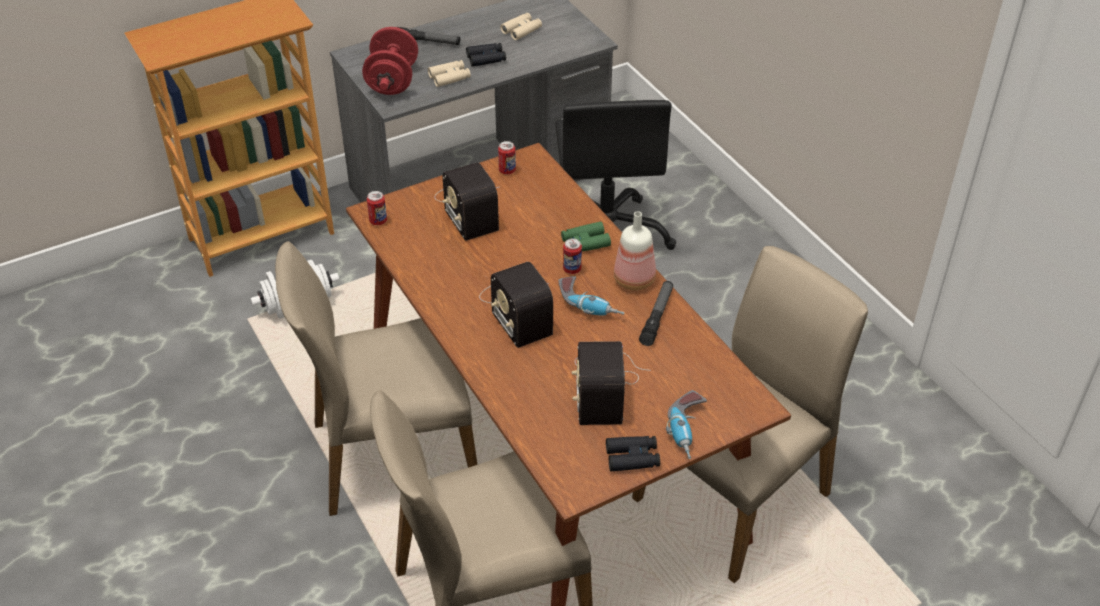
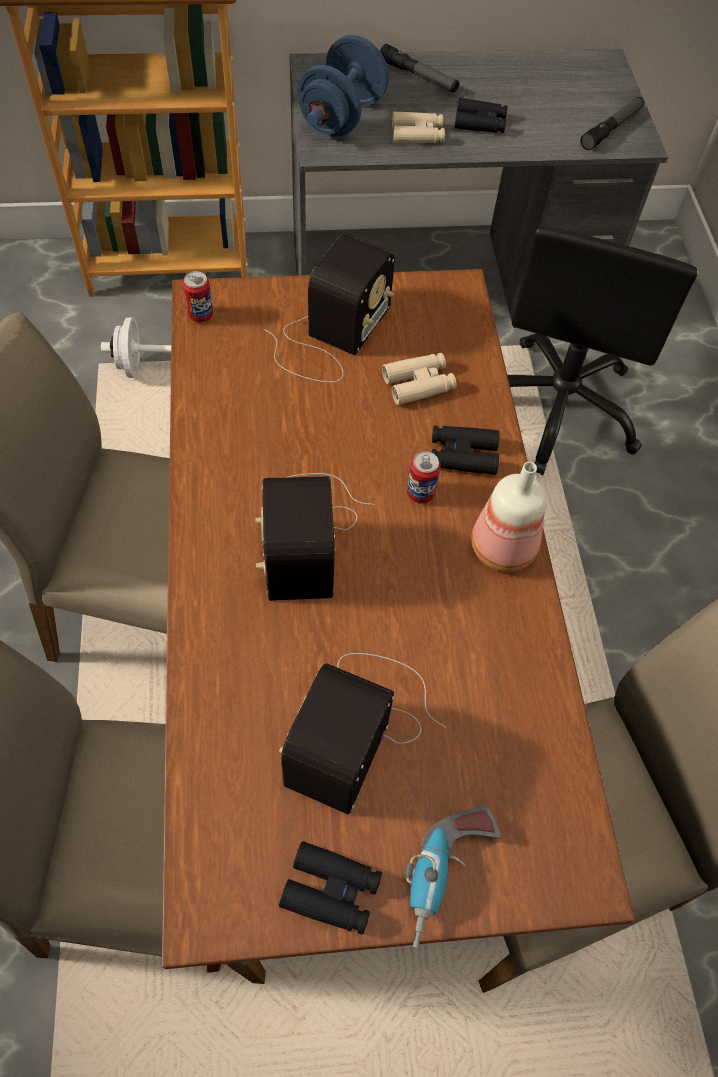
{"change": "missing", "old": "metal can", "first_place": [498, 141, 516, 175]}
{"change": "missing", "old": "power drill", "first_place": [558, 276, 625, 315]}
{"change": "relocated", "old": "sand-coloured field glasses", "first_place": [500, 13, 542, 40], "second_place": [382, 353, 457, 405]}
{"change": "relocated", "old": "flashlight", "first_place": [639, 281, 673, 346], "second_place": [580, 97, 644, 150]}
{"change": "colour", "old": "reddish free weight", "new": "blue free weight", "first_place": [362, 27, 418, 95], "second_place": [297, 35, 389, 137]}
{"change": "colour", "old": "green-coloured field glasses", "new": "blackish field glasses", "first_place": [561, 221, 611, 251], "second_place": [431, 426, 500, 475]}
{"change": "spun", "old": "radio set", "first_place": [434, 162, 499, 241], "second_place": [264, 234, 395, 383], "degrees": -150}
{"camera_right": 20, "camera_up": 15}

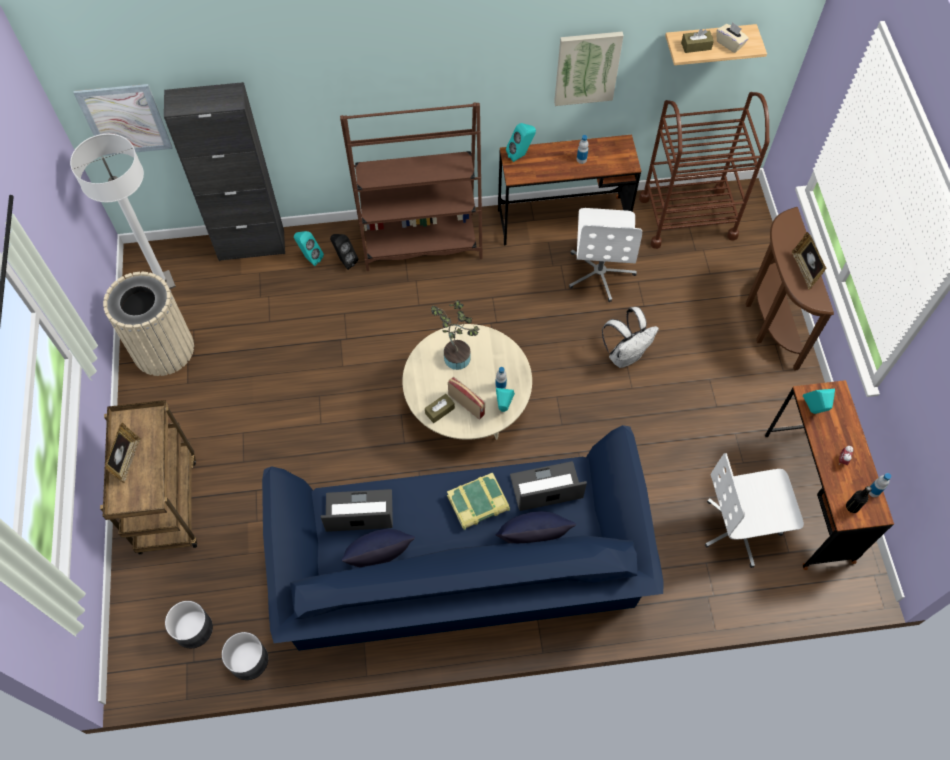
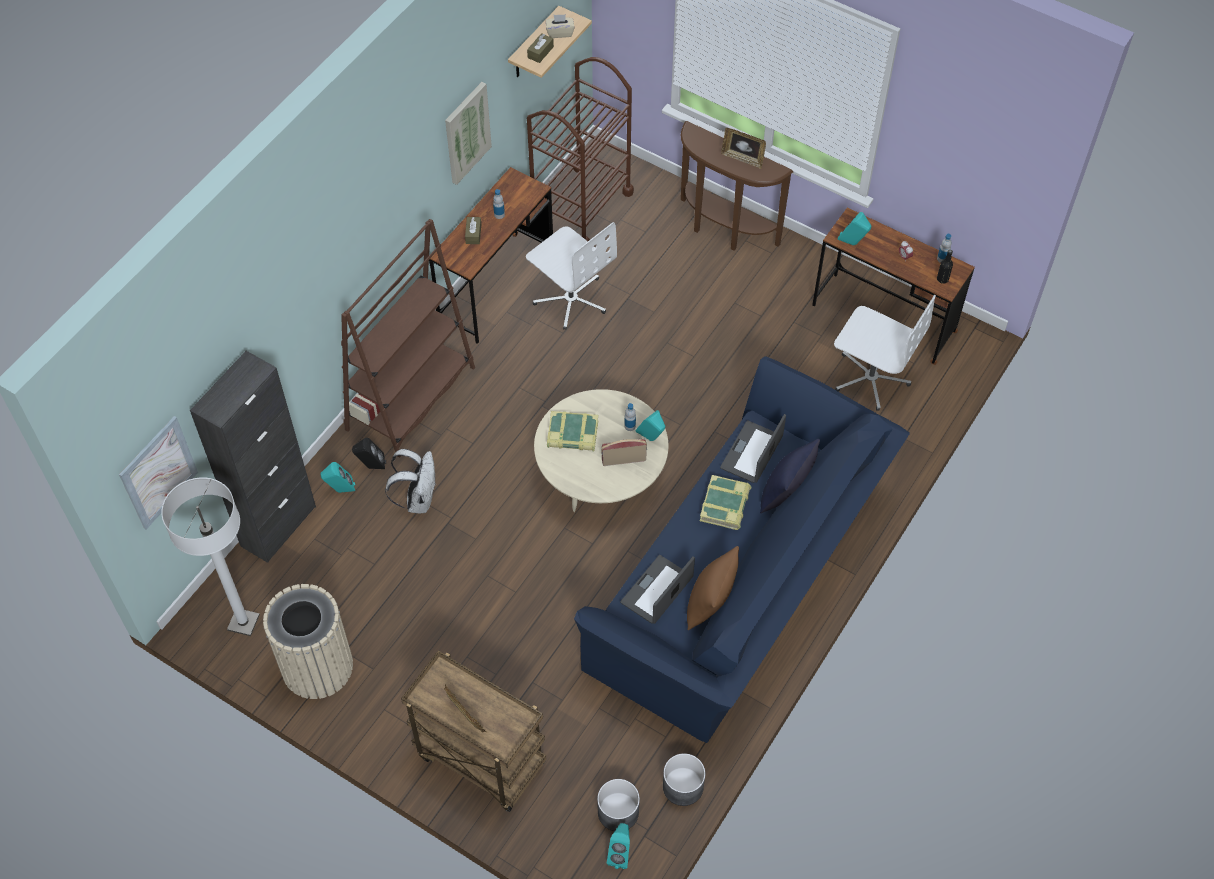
{"change": "relocated", "old": "brownish tissue box", "first_place": [425, 394, 455, 423], "second_place": [465, 217, 481, 244]}
{"change": "relocated", "old": "turquoise speaker", "first_place": [506, 123, 536, 162], "second_place": [607, 823, 630, 869]}
{"change": "relocated", "old": "whitish rucksack", "first_place": [602, 307, 659, 368], "second_place": [385, 449, 436, 513]}
{"change": "exchanged", "old": "potted plant", "new": "bound book", "first_place": [431, 300, 479, 370], "second_place": [547, 411, 599, 452]}
{"change": "colour", "old": "blue pillow", "new": "brownish pillow", "first_place": [342, 529, 415, 567], "second_place": [687, 546, 739, 630]}
{"change": "spun", "old": "whitish office chair", "first_place": [705, 453, 804, 568], "second_place": [834, 295, 936, 411], "degrees": -90}
{"camera_right": -50, "camera_up": -5}

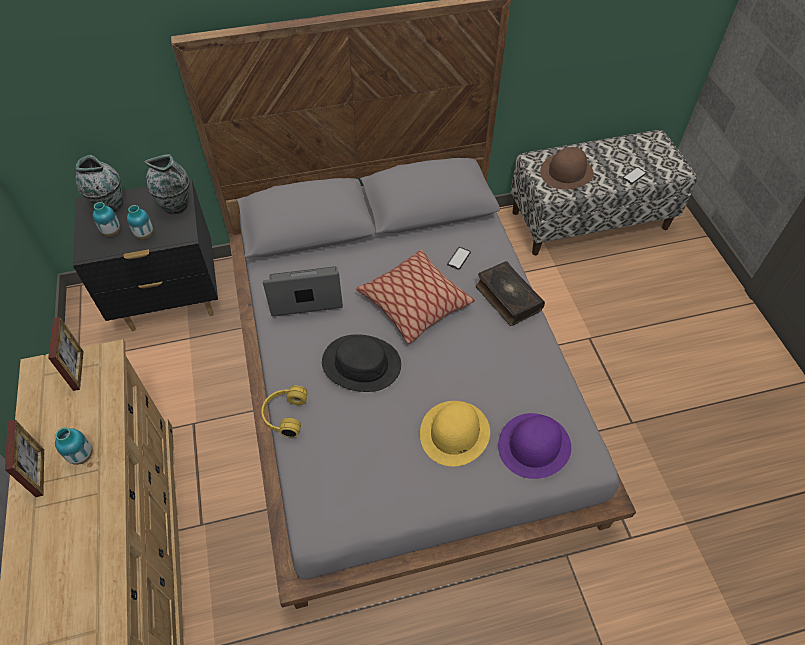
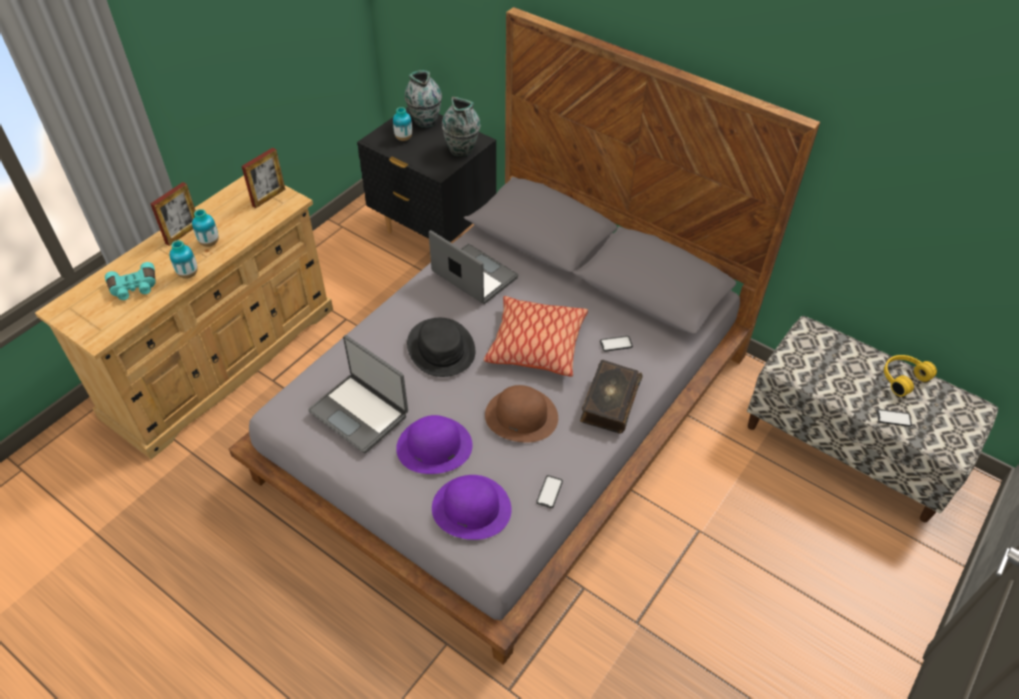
{"change": "appeared", "new": "turquoise field glasses", "second_place": [105, 262, 156, 300]}
{"change": "appeared", "new": "notebook computer", "second_place": [308, 335, 408, 453]}
{"change": "appeared", "new": "telephone", "second_place": [536, 475, 563, 508]}
{"change": "relocated", "old": "vase", "first_place": [127, 205, 153, 240], "second_place": [169, 240, 198, 279]}
{"change": "relocated", "old": "yellowish headset", "first_place": [261, 385, 307, 438], "second_place": [884, 355, 937, 397]}
{"change": "relocated", "old": "brownish clothing hat", "first_place": [540, 147, 594, 190], "second_place": [485, 385, 558, 443]}
{"change": "colour", "old": "yellowish clothing hat", "new": "purple-coloured clothing hat", "first_place": [420, 401, 490, 466], "second_place": [396, 415, 473, 474]}
{"camera_right": 50, "camera_up": -5}

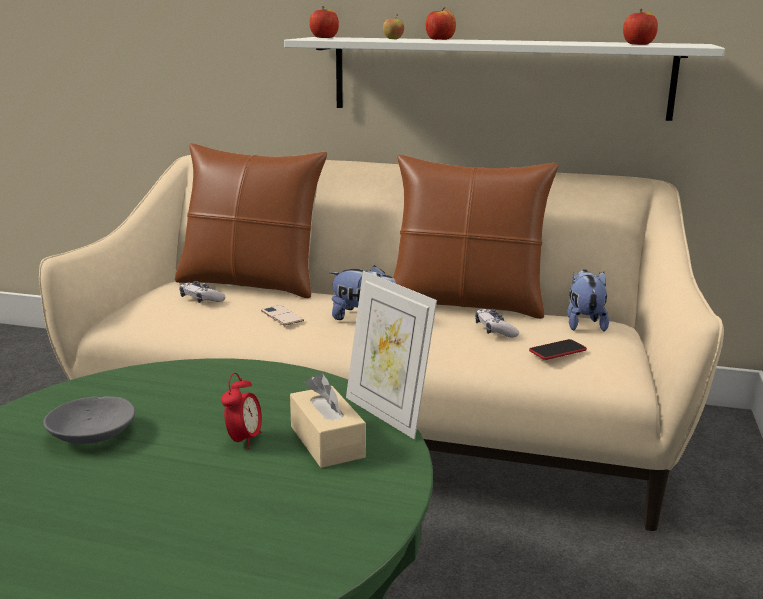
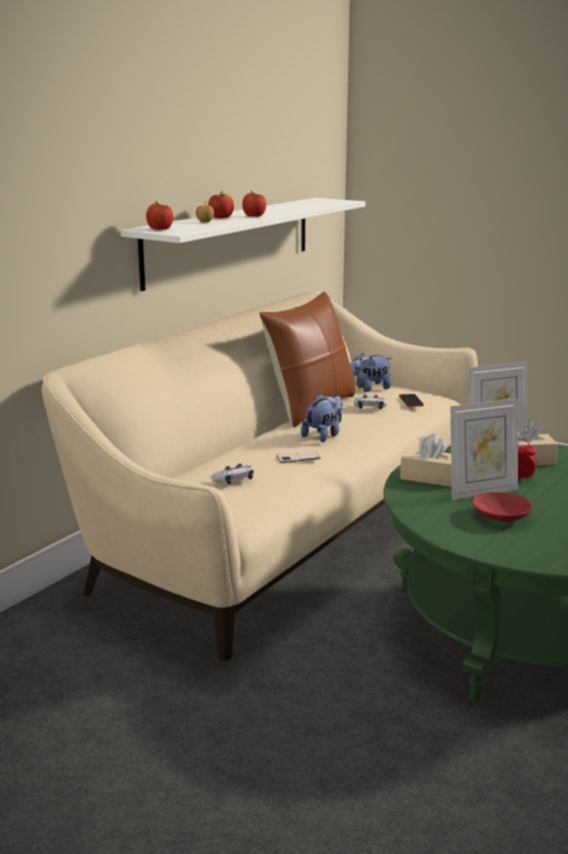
{"change": "missing", "old": "brownish pillow", "first_place": [175, 143, 327, 298]}
{"change": "appeared", "new": "sand-coloured tissue box", "second_place": [400, 434, 452, 487]}
{"change": "appeared", "new": "photo frame", "second_place": [450, 399, 518, 500]}
{"change": "relocated", "old": "apple", "first_place": [623, 9, 658, 45], "second_place": [242, 191, 266, 217]}
{"change": "colour", "old": "grey serving bowl", "new": "reddish serving bowl", "first_place": [43, 396, 135, 444], "second_place": [472, 492, 533, 522]}
{"change": "spun", "old": "plush toy", "first_place": [567, 269, 609, 331], "second_place": [350, 353, 392, 392], "degrees": -45}
{"camera_right": -70, "camera_up": 0}

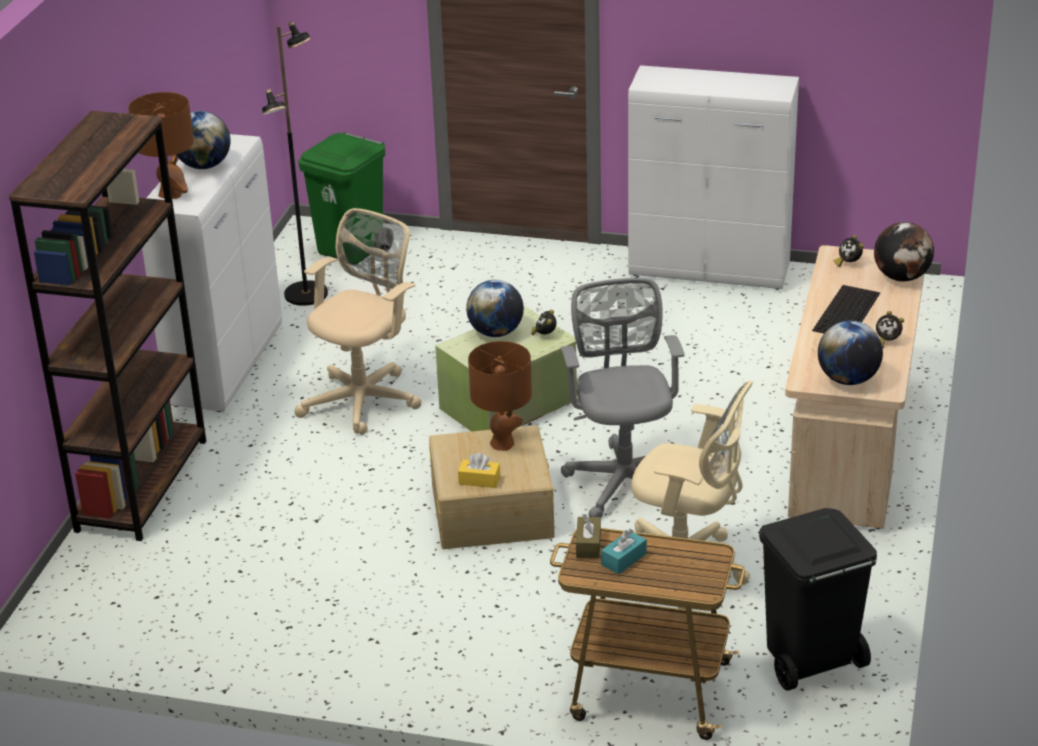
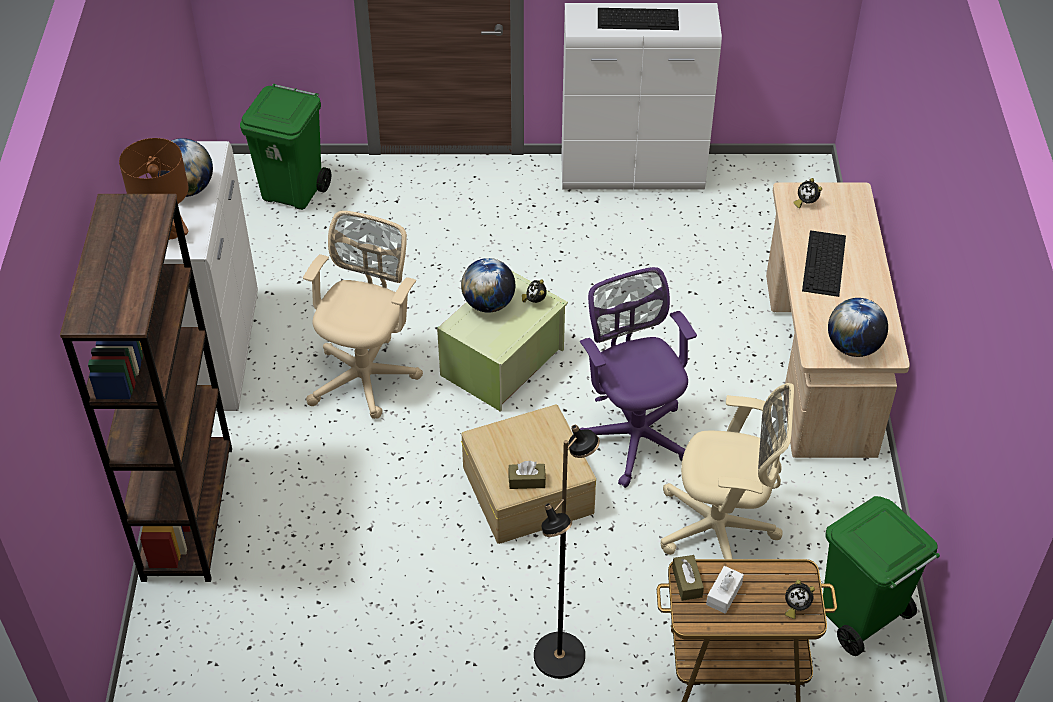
{"change": "missing", "old": "brownish lamp for a table", "first_place": [468, 341, 532, 451]}
{"change": "missing", "old": "desk globe", "first_place": [874, 222, 934, 282]}
{"change": "appeared", "new": "keyboard", "second_place": [598, 8, 679, 30]}
{"change": "relocated", "old": "blackish standard lamp", "first_place": [262, 21, 328, 306], "second_place": [534, 425, 600, 679]}
{"change": "relocated", "old": "alarm clock", "first_place": [876, 311, 904, 348], "second_place": [785, 580, 815, 619]}
{"change": "colour", "old": "yellowish tissue box", "new": "brownish tissue box", "first_place": [458, 453, 500, 488], "second_place": [508, 461, 546, 489]}
{"change": "colour", "old": "grey office chair", "new": "purple-coloured office chair", "first_place": [561, 278, 685, 518], "second_place": [580, 267, 697, 488]}
{"change": "colour", "old": "turquoise tissue box", "new": "whitish tissue box", "first_place": [601, 529, 647, 574], "second_place": [706, 566, 744, 614]}
{"change": "colour", "old": "blackish trash can", "new": "green-coloured trash can", "first_place": [759, 508, 877, 691], "second_place": [823, 496, 940, 656]}
{"camera_right": -15, "camera_up": 15}

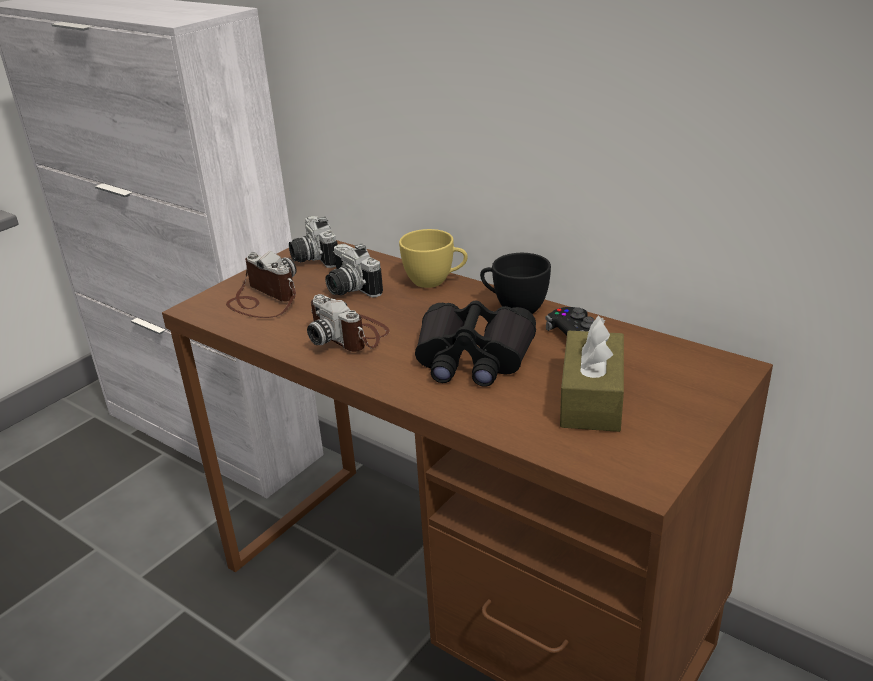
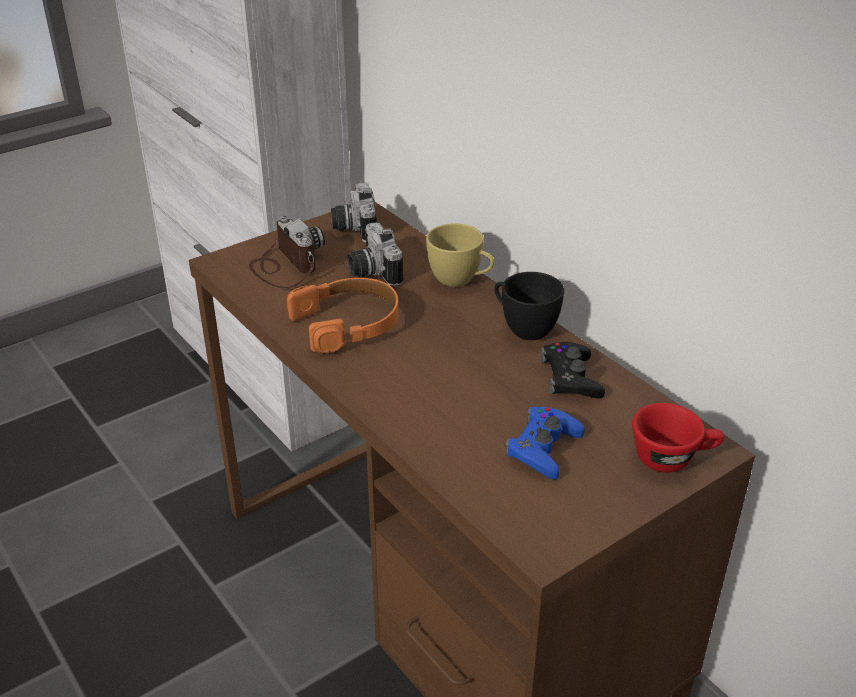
{"change": "missing", "old": "blackish field glasses", "first_place": [415, 301, 536, 387]}
{"change": "appeared", "new": "reddish cup", "second_place": [632, 403, 724, 473]}
{"change": "exchanged", "old": "photo camera", "new": "orangey headset", "first_place": [307, 294, 390, 352], "second_place": [287, 278, 398, 353]}
{"change": "exchanged", "old": "brownish tissue box", "new": "blue game controller", "first_place": [560, 316, 624, 432], "second_place": [505, 406, 585, 480]}
{"camera_right": 15, "camera_up": 5}

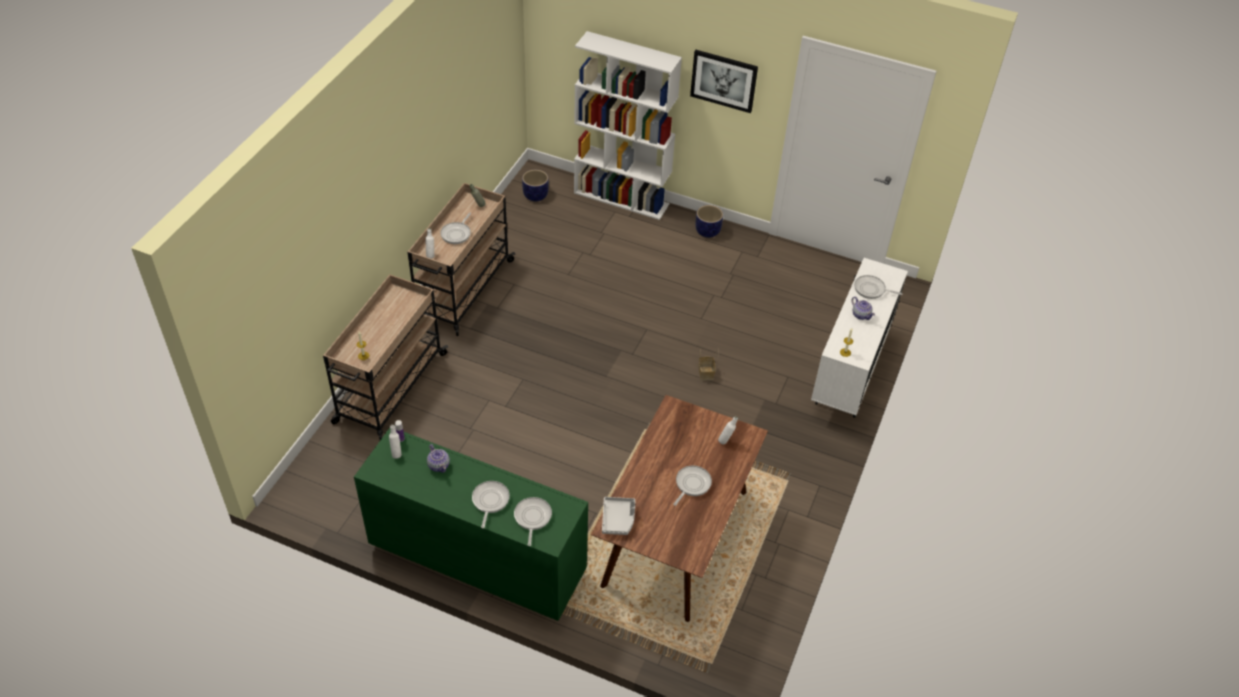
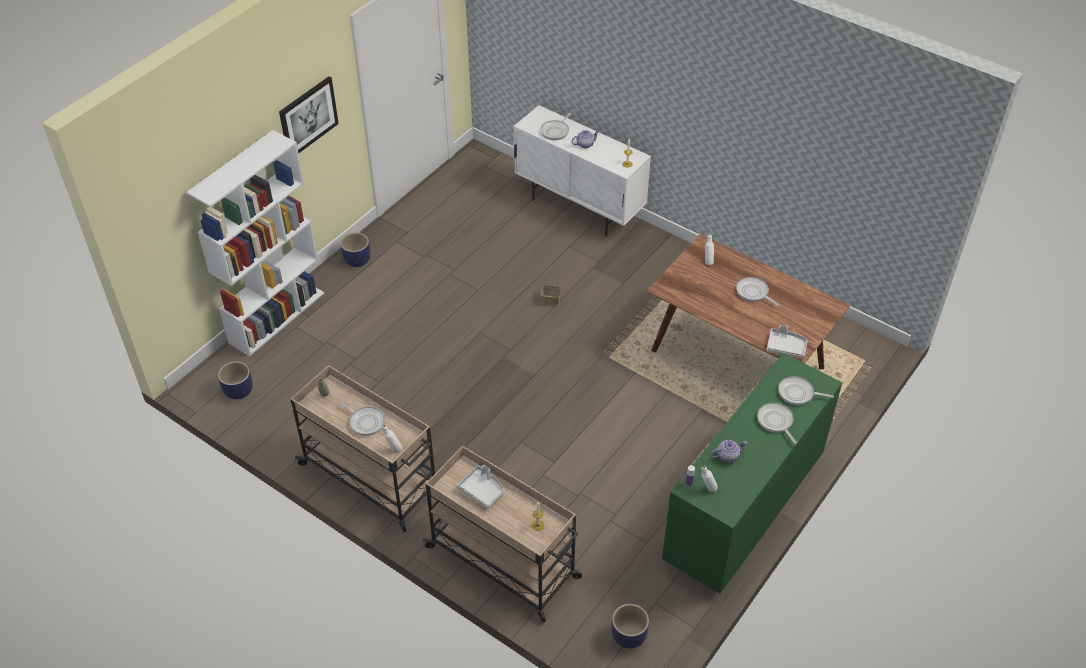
{"change": "appeared", "new": "grey serving tray", "second_place": [457, 465, 505, 509]}
{"change": "appeared", "new": "plant pot", "second_place": [611, 604, 649, 649]}
{"change": "spun", "old": "pan", "first_place": [472, 481, 510, 529], "second_place": [757, 403, 797, 444], "degrees": 45}
{"camera_right": -75, "camera_up": 0}

